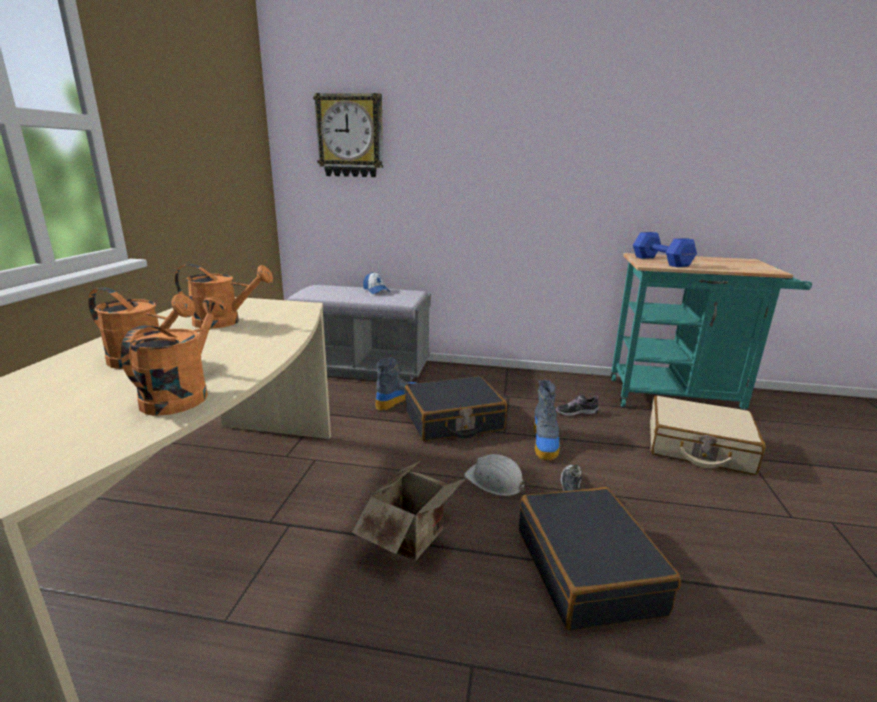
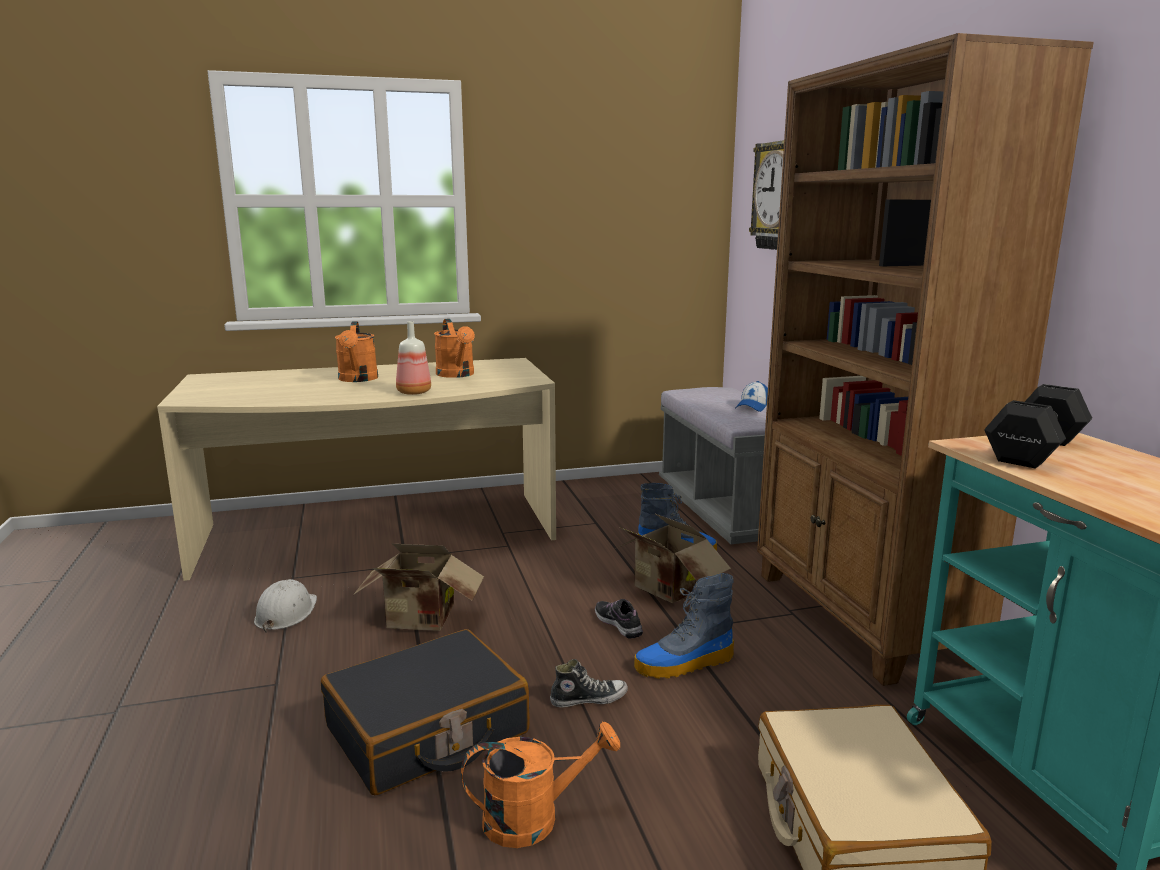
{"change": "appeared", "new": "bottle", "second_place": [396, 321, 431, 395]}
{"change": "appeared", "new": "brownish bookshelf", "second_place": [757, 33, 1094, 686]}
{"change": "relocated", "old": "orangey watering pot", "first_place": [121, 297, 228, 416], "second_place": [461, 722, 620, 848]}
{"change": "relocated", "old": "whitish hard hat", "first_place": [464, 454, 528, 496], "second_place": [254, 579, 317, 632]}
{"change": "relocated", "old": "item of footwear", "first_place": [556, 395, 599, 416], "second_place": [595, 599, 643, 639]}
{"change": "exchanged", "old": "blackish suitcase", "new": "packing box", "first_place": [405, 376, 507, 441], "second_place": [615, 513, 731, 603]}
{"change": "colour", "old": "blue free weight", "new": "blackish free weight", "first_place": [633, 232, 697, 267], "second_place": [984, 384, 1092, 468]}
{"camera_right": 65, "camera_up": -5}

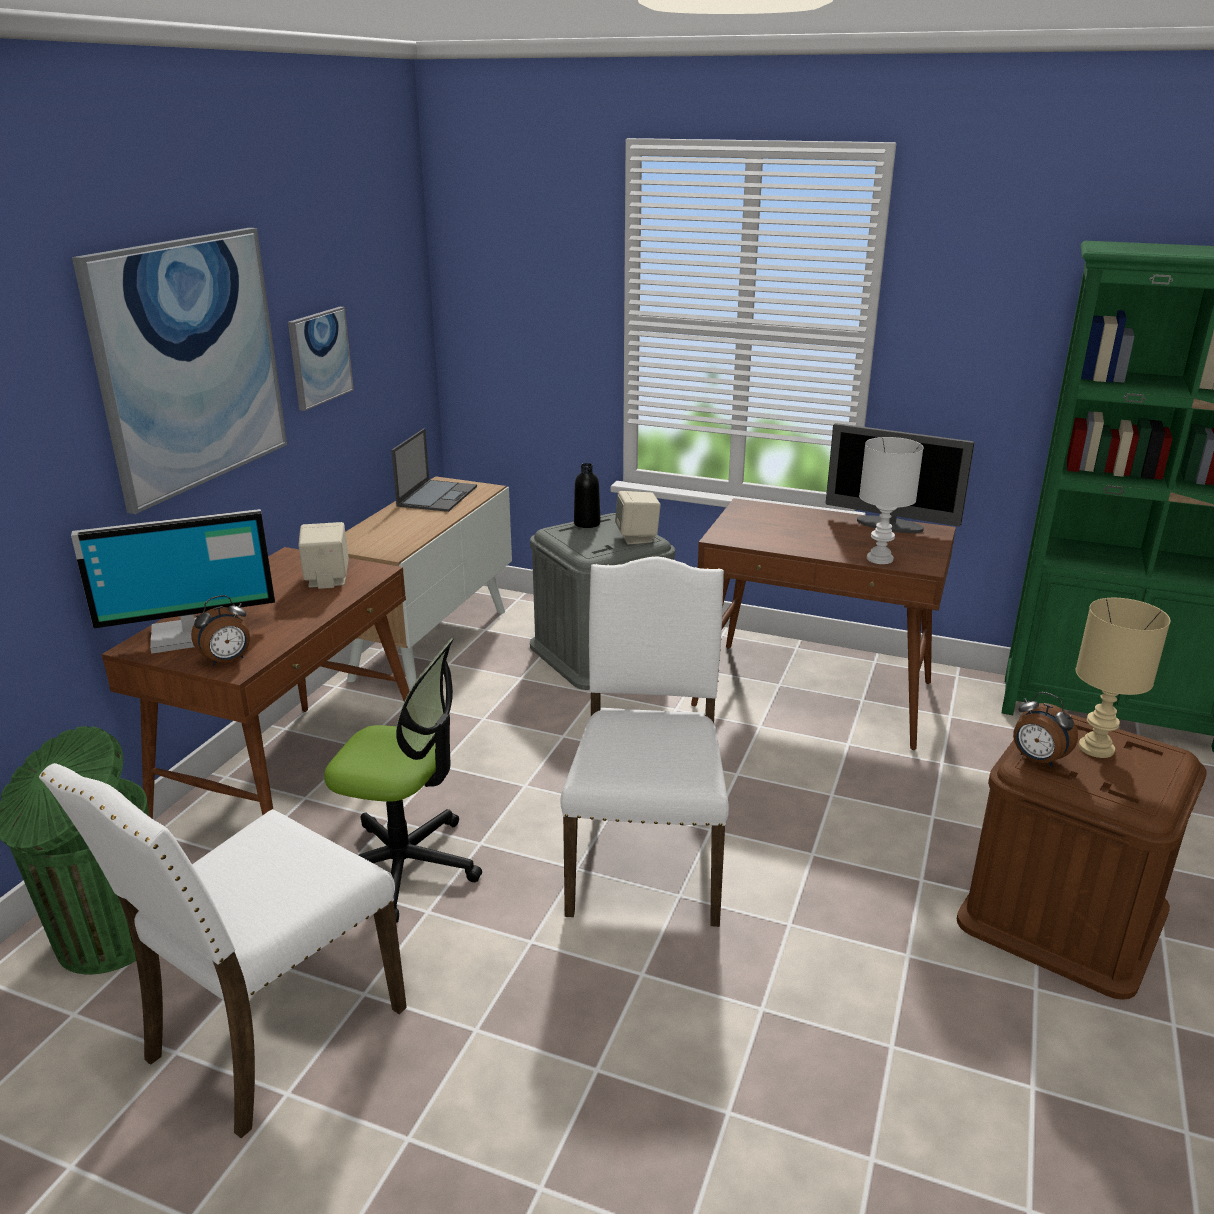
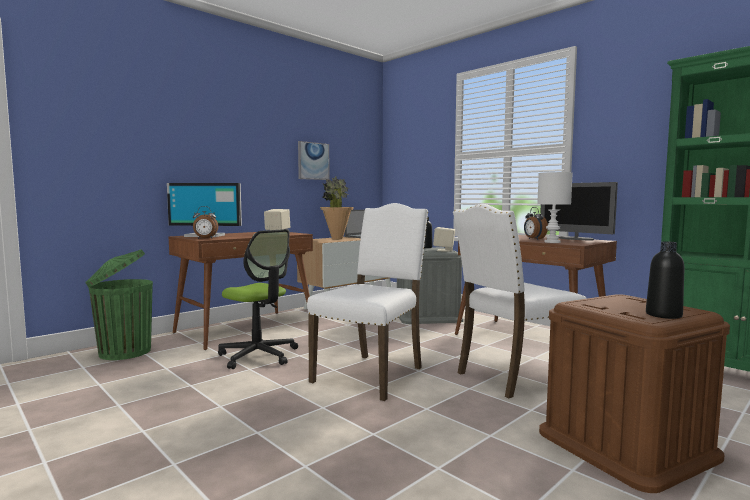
{"change": "missing", "old": "wall art", "first_place": [72, 228, 287, 514]}
{"change": "missing", "old": "sand-coloured lamp for a table", "first_place": [1076, 598, 1171, 758]}
{"change": "appeared", "new": "potted plant", "second_place": [320, 177, 354, 239]}
{"change": "appeared", "new": "blackish bottle", "second_place": [646, 241, 685, 319]}
{"change": "relocated", "old": "whitish chair", "first_place": [39, 763, 407, 1138], "second_place": [453, 204, 587, 398]}
{"change": "relocated", "old": "alarm clock", "first_place": [1013, 692, 1078, 767], "second_place": [524, 207, 548, 240]}
{"camera_right": 25, "camera_up": -20}

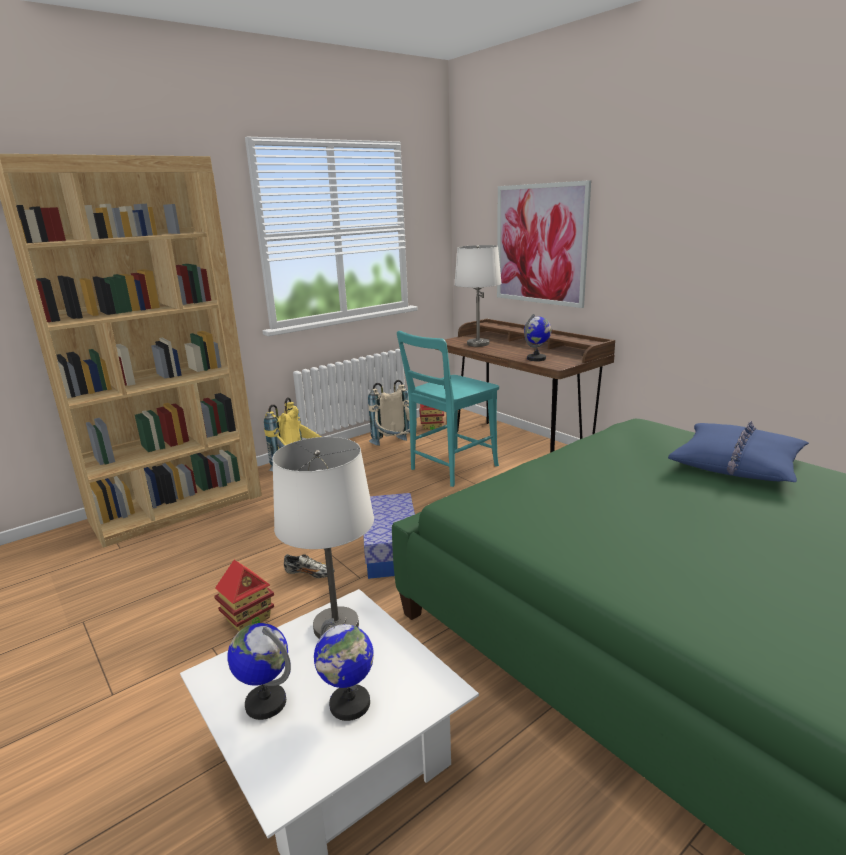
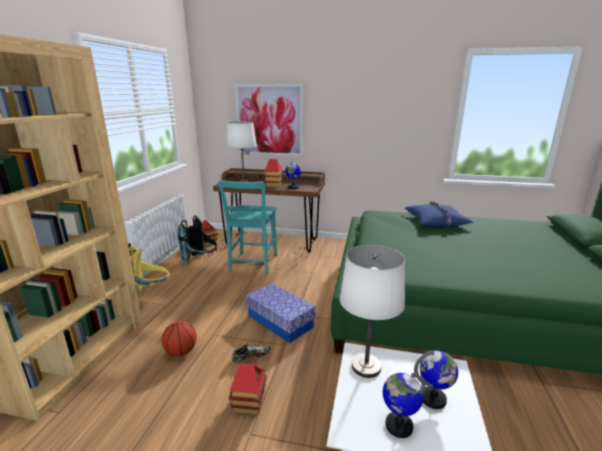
{"change": "appeared", "new": "basketball", "second_place": [161, 321, 197, 356]}
{"change": "appeared", "new": "model house", "second_place": [264, 159, 283, 187]}
{"change": "colour", "old": "sand-coloured rucksack", "new": "blackish rucksack", "first_place": [368, 380, 417, 446], "second_place": [177, 215, 217, 264]}
{"camera_right": -40, "camera_up": 0}

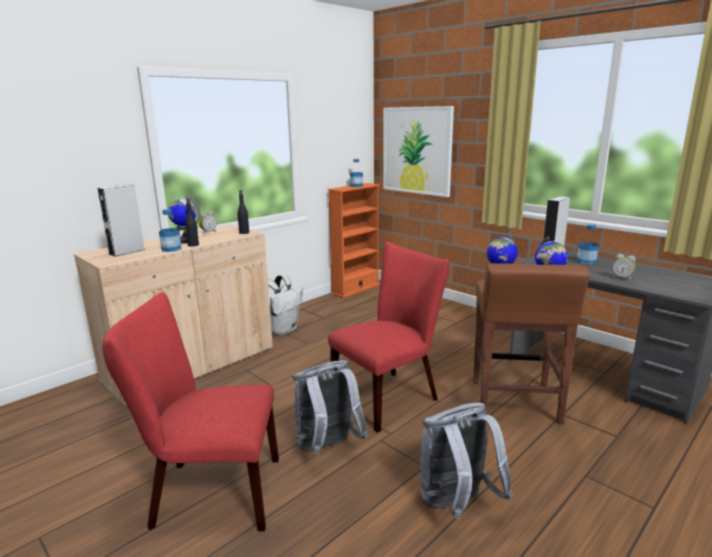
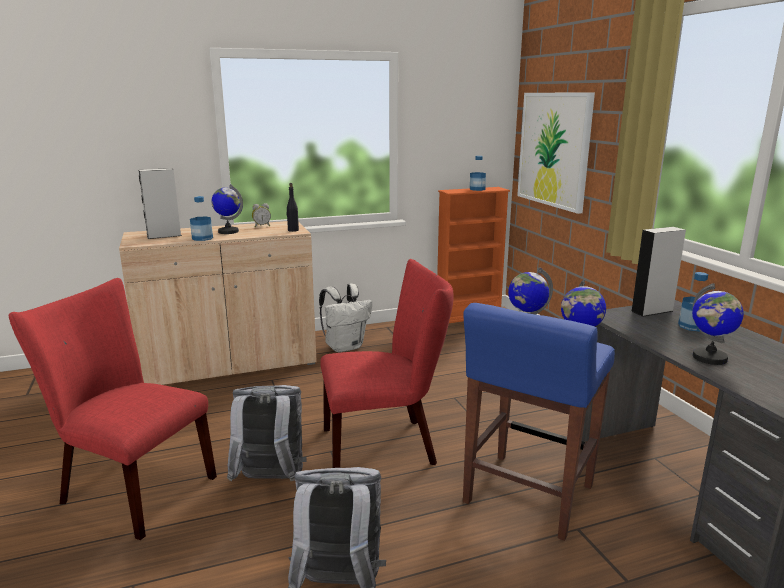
{"change": "missing", "old": "blackish bottle", "first_place": [185, 199, 199, 247]}
{"change": "exchanged", "old": "alarm clock", "new": "desk globe", "first_place": [612, 254, 636, 281], "second_place": [692, 283, 744, 365]}
{"change": "colour", "old": "brownish stool", "new": "blue stool", "first_place": [473, 263, 590, 424], "second_place": [463, 303, 615, 541]}
{"camera_right": 25, "camera_up": 0}

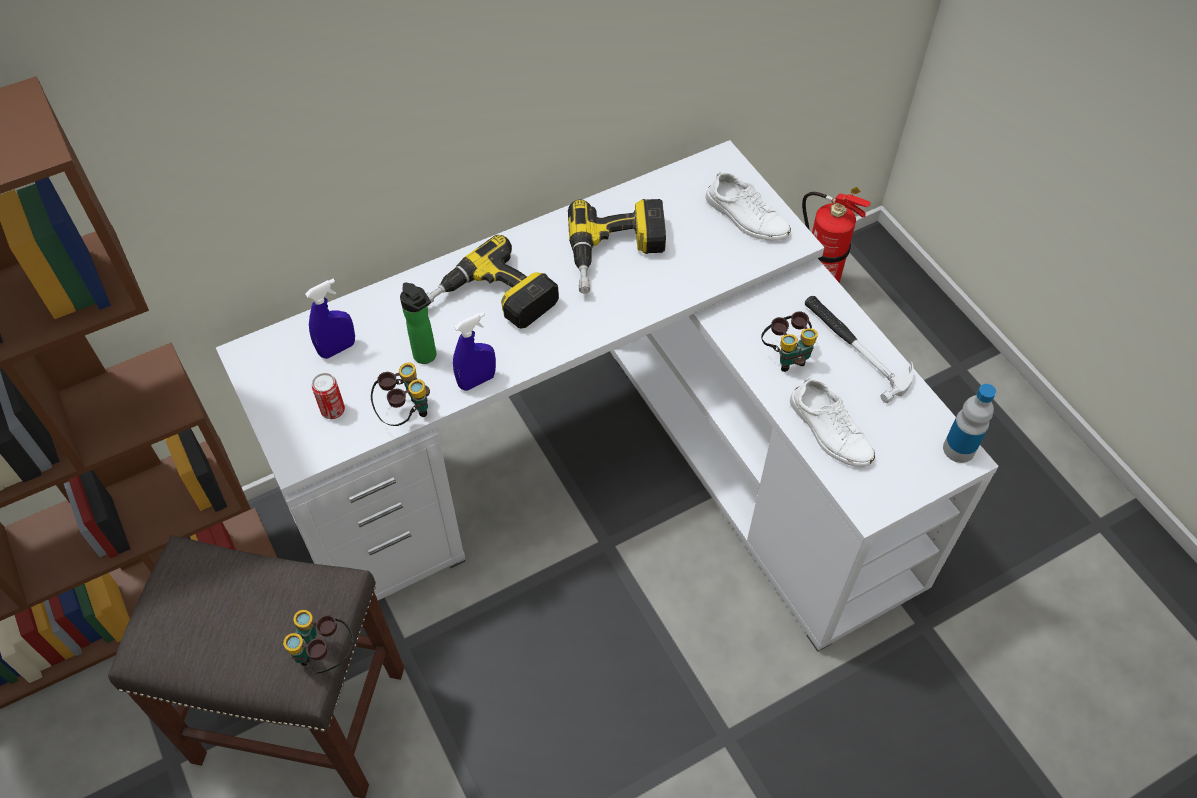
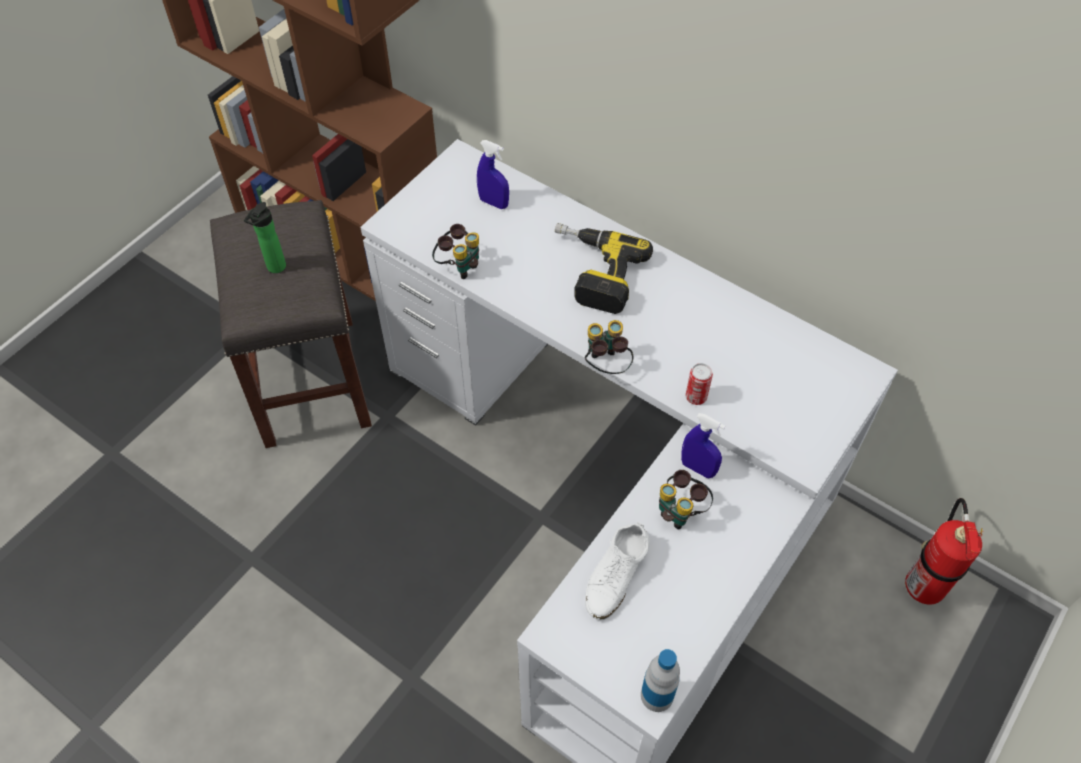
{"change": "missing", "old": "power drill", "first_place": [568, 199, 666, 293]}
{"change": "missing", "old": "whitish item of footwear", "first_place": [706, 170, 791, 241]}
{"change": "missing", "old": "hammer", "first_place": [805, 296, 914, 403]}
{"change": "relocated", "old": "field glasses", "first_place": [283, 610, 353, 674], "second_place": [585, 320, 633, 374]}
{"change": "relocated", "old": "metal can", "first_place": [312, 373, 345, 419], "second_place": [685, 363, 713, 405]}
{"change": "relocated", "old": "bottle", "first_place": [400, 282, 436, 364], "second_place": [244, 202, 286, 273]}
{"change": "relocated", "old": "blue spray bottle", "first_place": [453, 312, 496, 391], "second_place": [681, 413, 726, 478]}
{"camera_right": 65, "camera_up": 0}

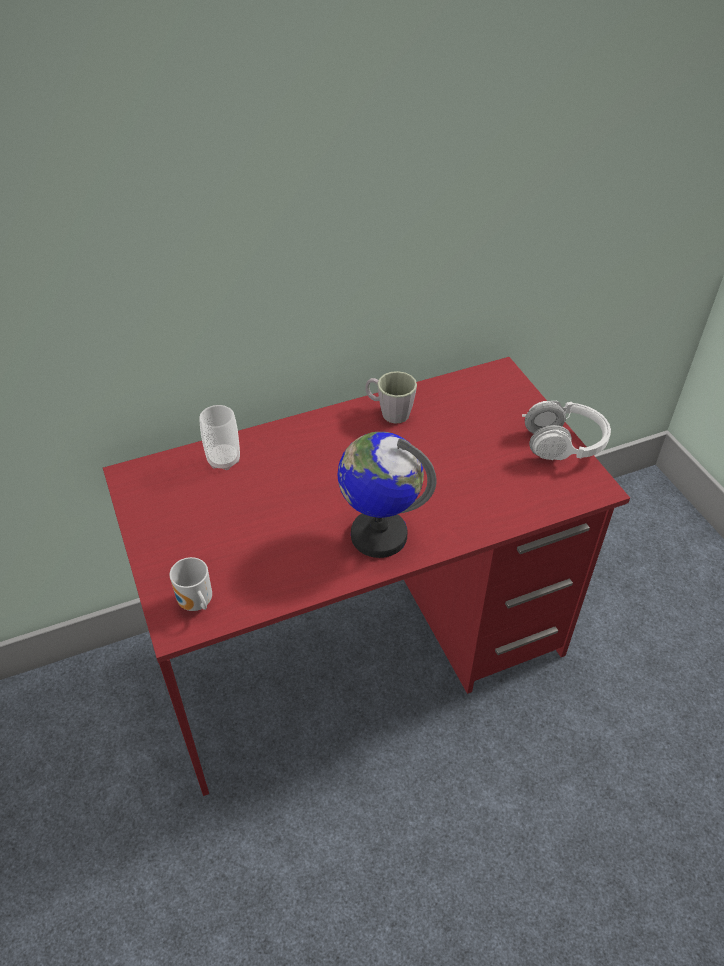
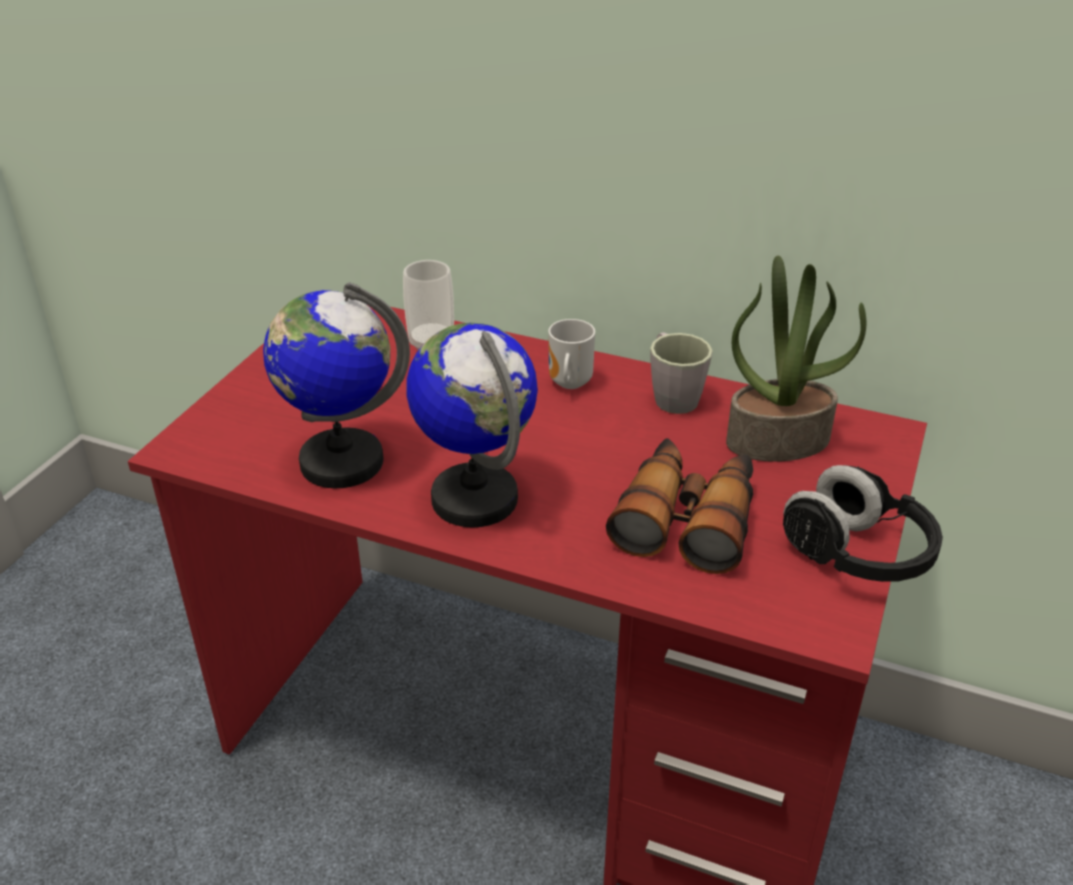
{"change": "appeared", "new": "desk globe", "second_place": [263, 282, 410, 488]}
{"change": "appeared", "new": "field glasses", "second_place": [606, 438, 753, 574]}
{"change": "appeared", "new": "potted plant", "second_place": [726, 256, 867, 462]}
{"change": "relocated", "old": "tea mug", "first_place": [170, 557, 212, 611], "second_place": [548, 319, 595, 389]}
{"change": "colour", "old": "whitish headset", "new": "blackish headset", "first_place": [522, 401, 611, 460], "second_place": [783, 465, 943, 582]}
{"camera_right": 45, "camera_up": -10}

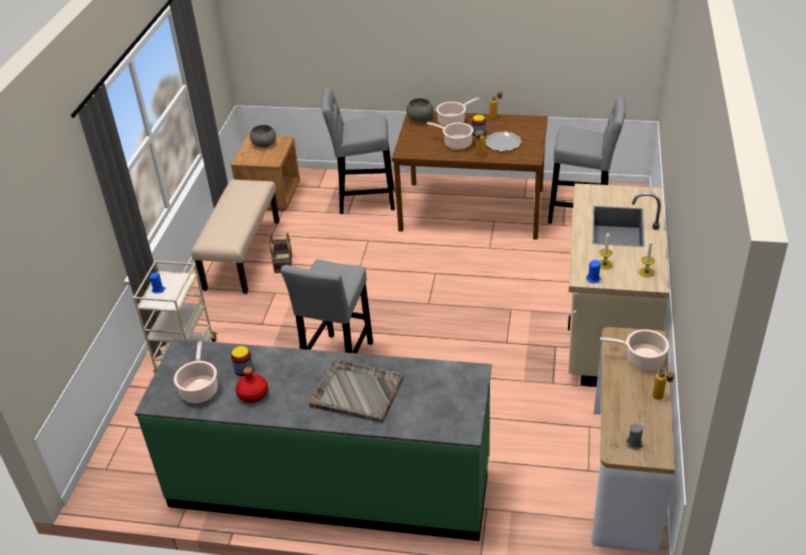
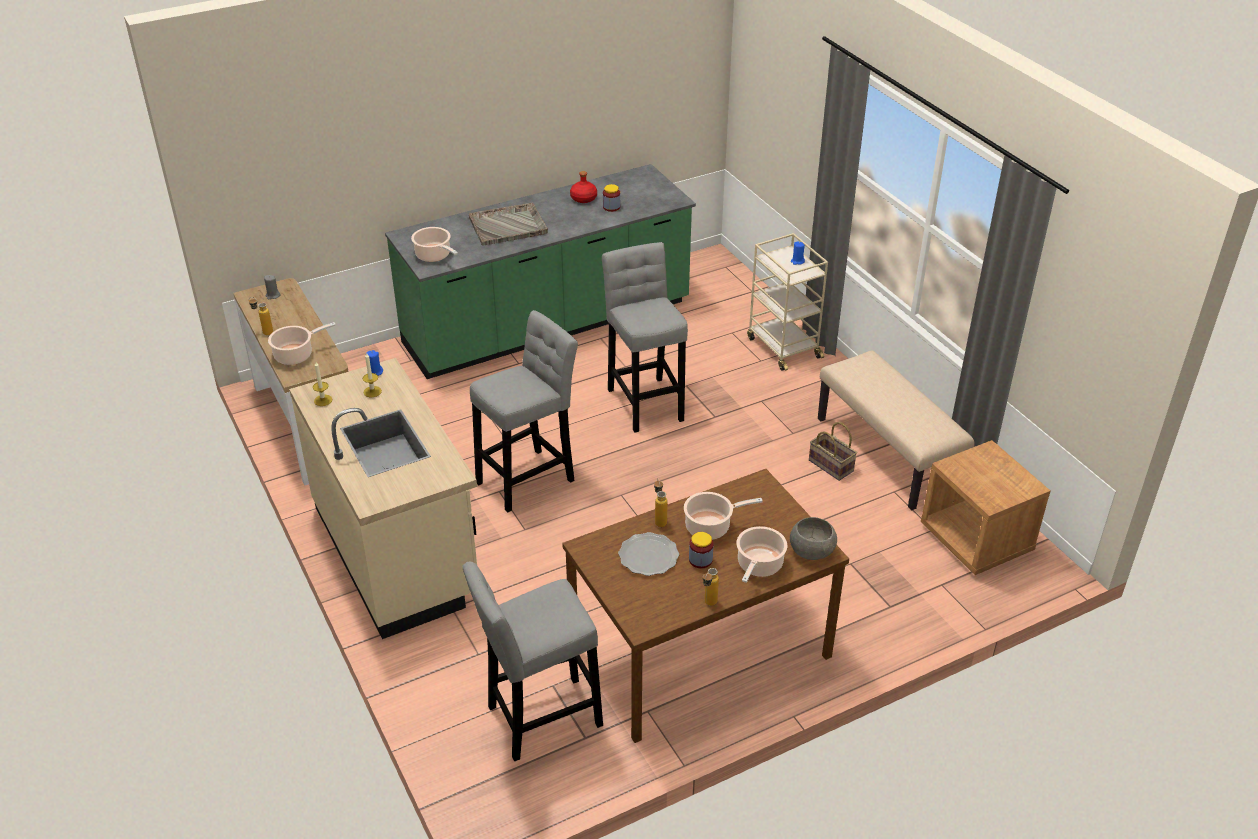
{"change": "missing", "old": "grey serving bowl", "first_place": [250, 125, 276, 147]}
{"change": "relocated", "old": "cooking pot", "first_place": [174, 341, 218, 403], "second_place": [411, 227, 458, 262]}
{"change": "relocated", "old": "grey stool", "first_place": [321, 87, 395, 214], "second_place": [470, 310, 578, 512]}
{"camera_right": 140, "camera_up": 0}

